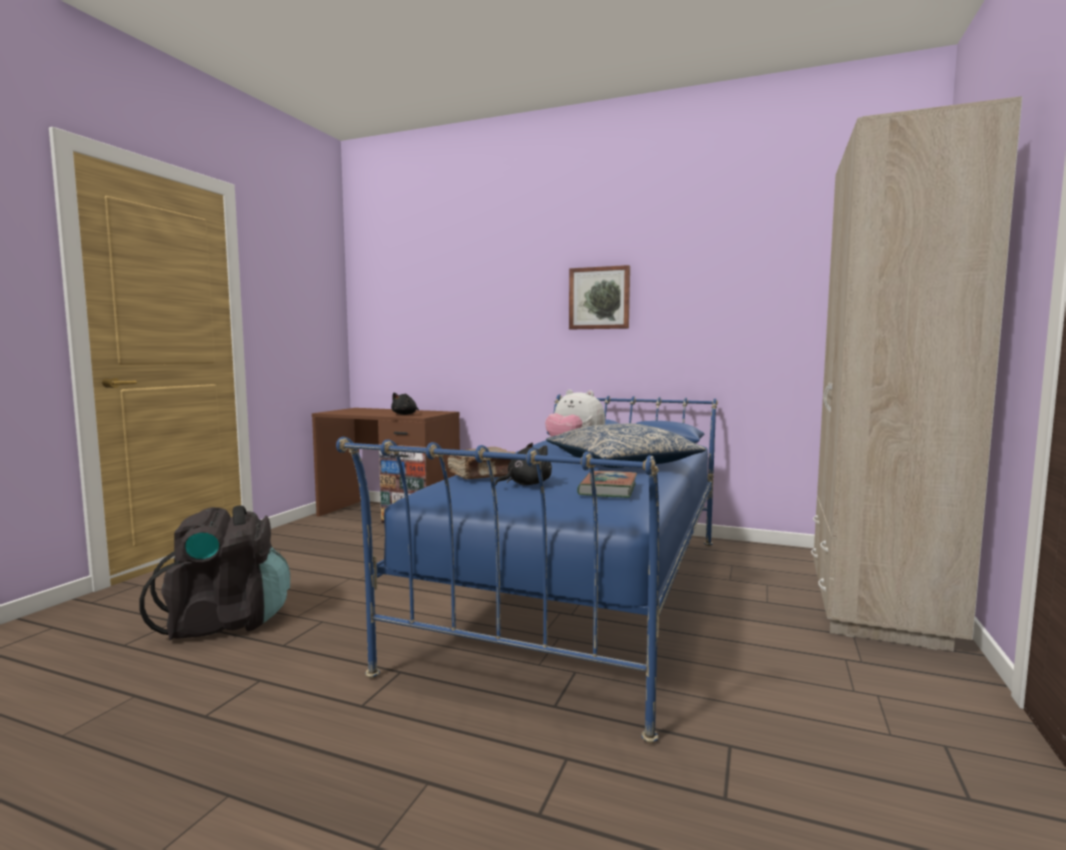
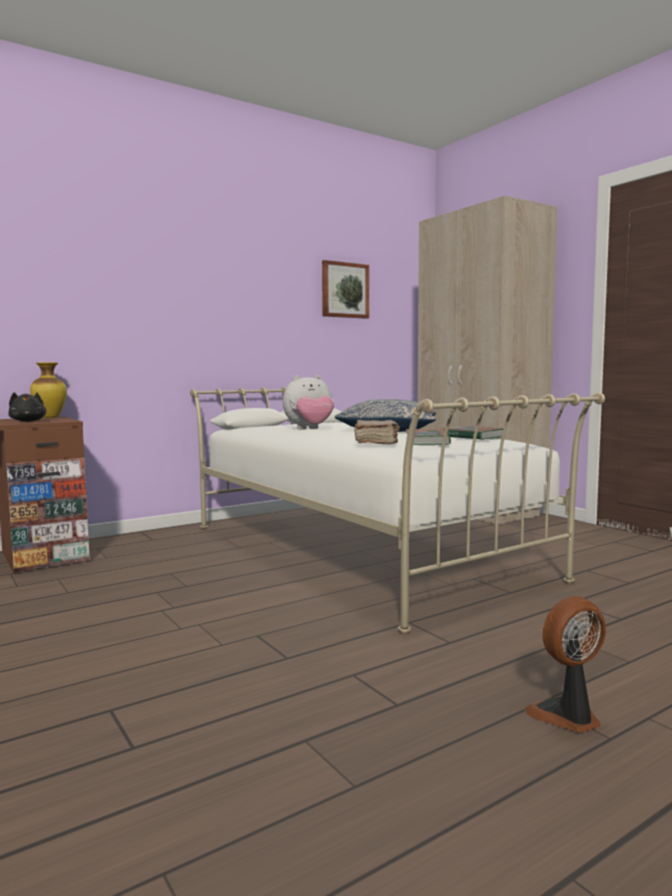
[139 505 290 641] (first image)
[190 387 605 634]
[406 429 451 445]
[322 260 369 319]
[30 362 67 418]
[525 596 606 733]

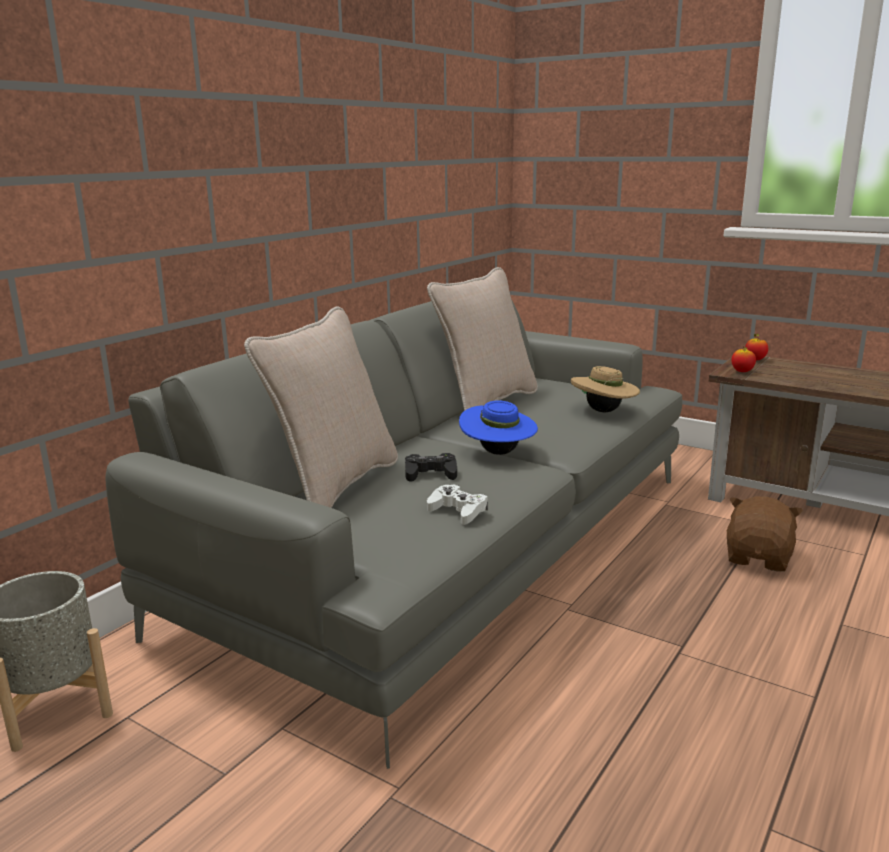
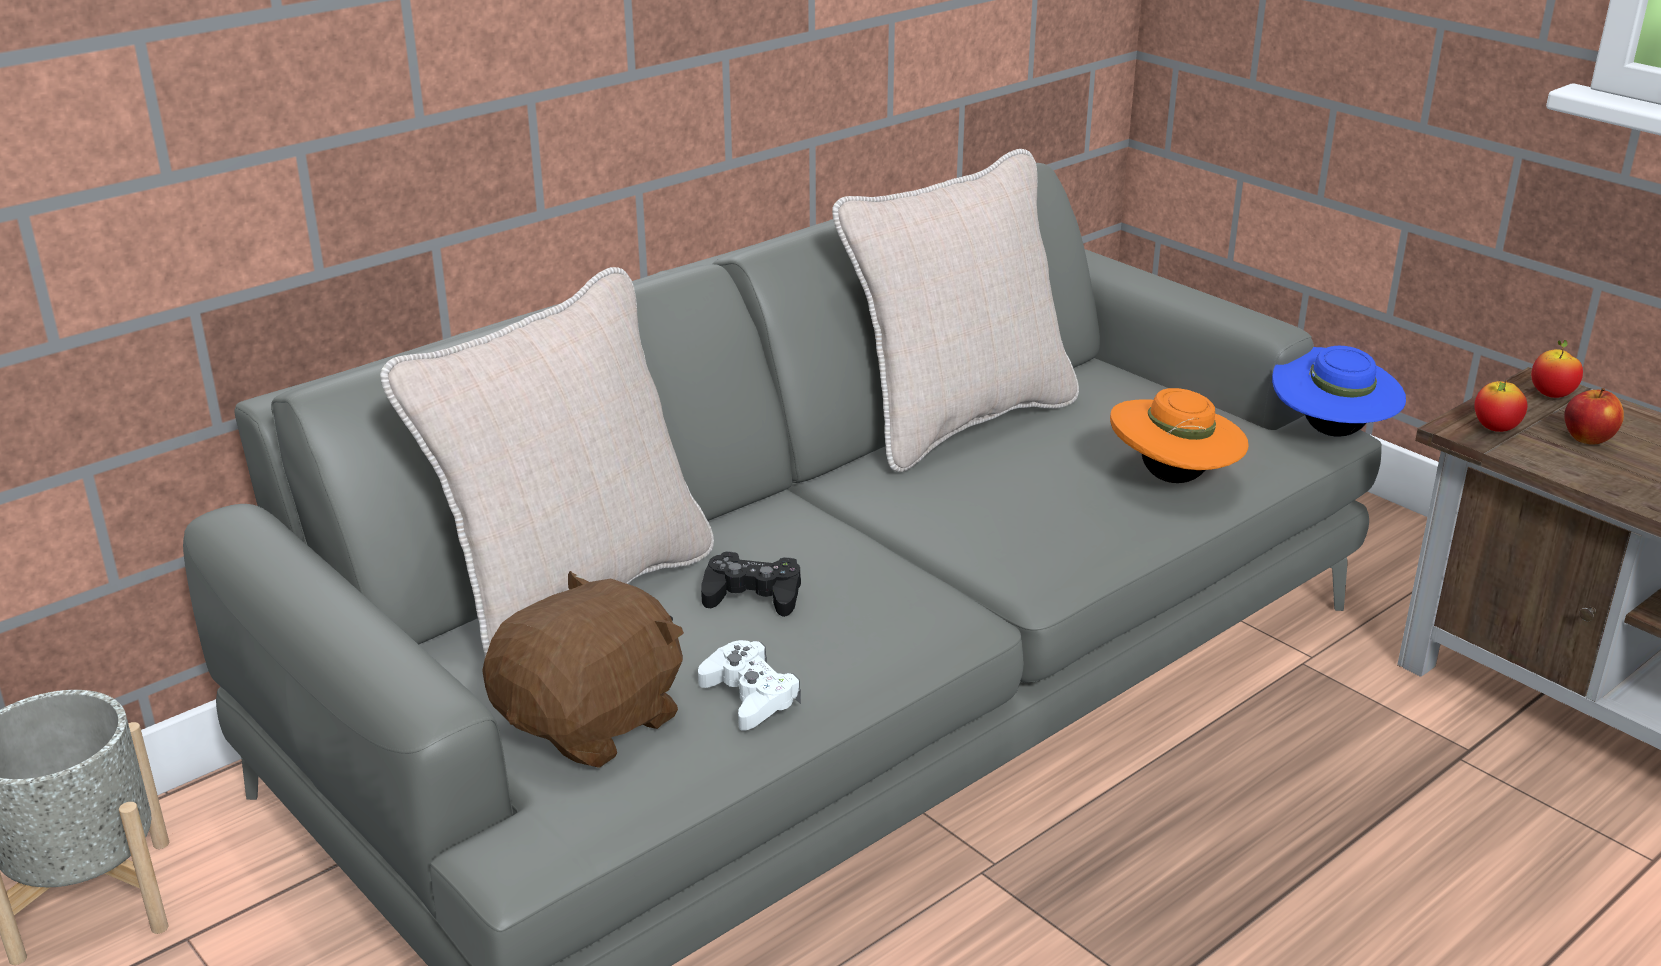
[1272 346 1406 437]
[1110 388 1249 483]
[482 571 684 768]
[1564 388 1624 445]

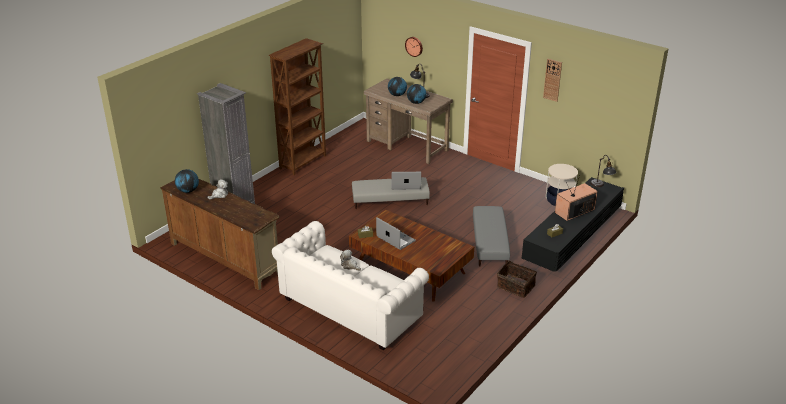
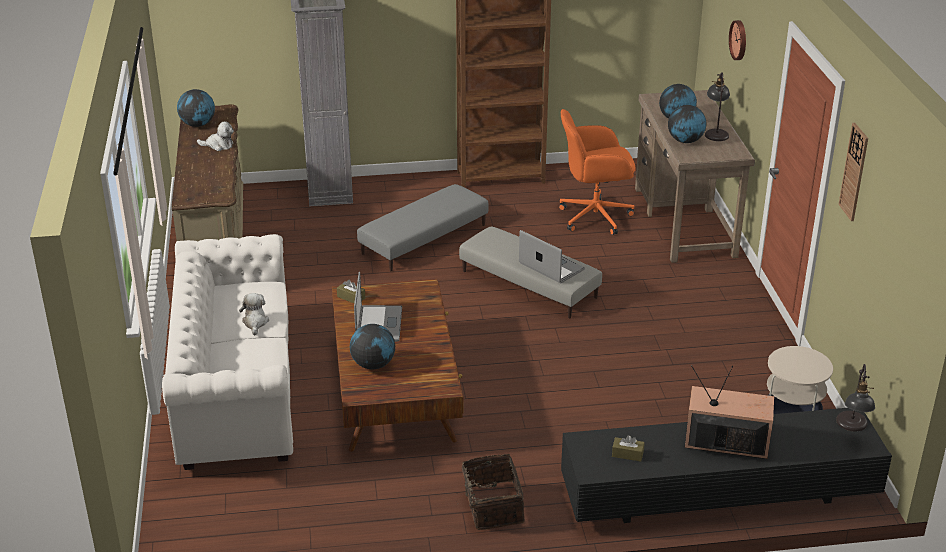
[357 184 489 271]
[350 324 395 369]
[559 109 636 235]

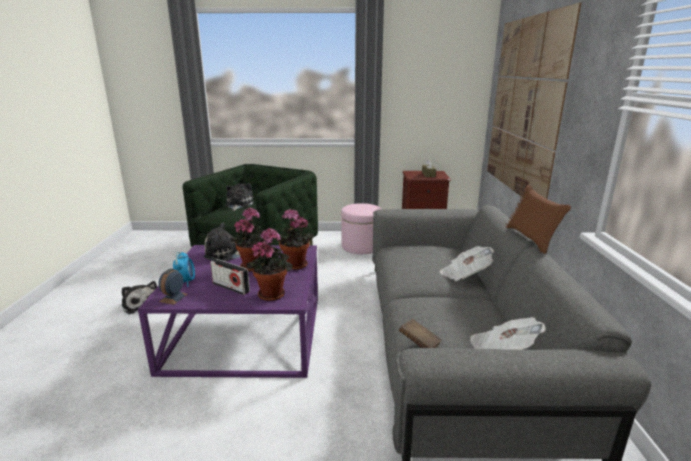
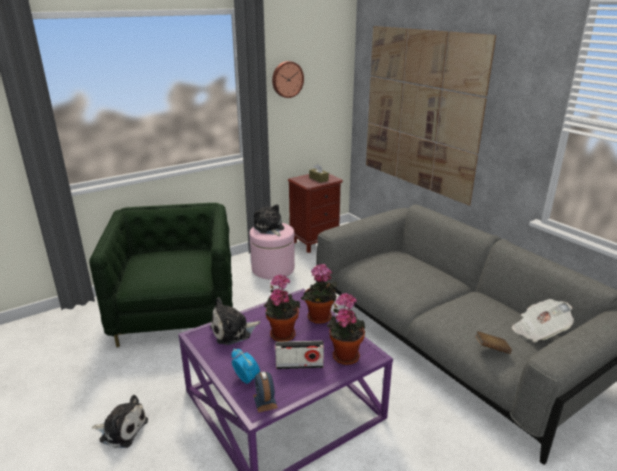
[254 204 284 236]
[440 246 494 281] (first image)
[505 185 571 254] (first image)
[272 61 304 98]

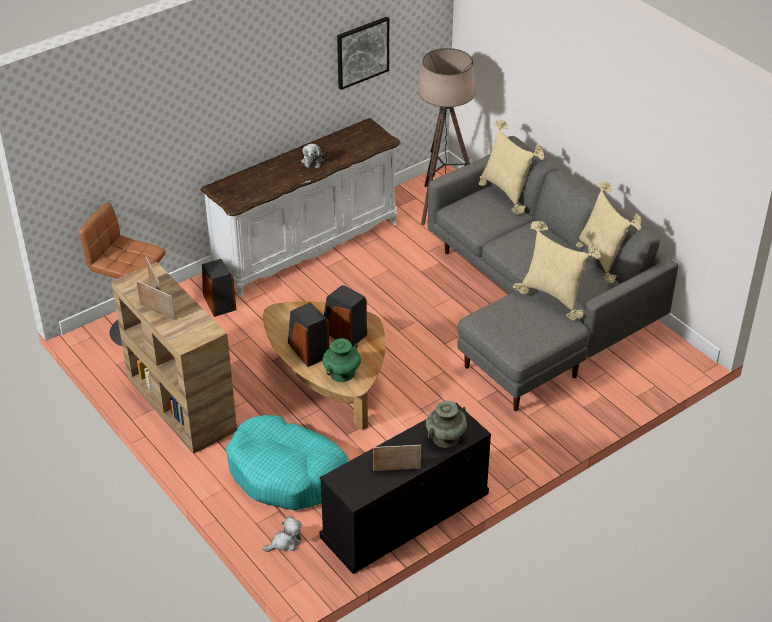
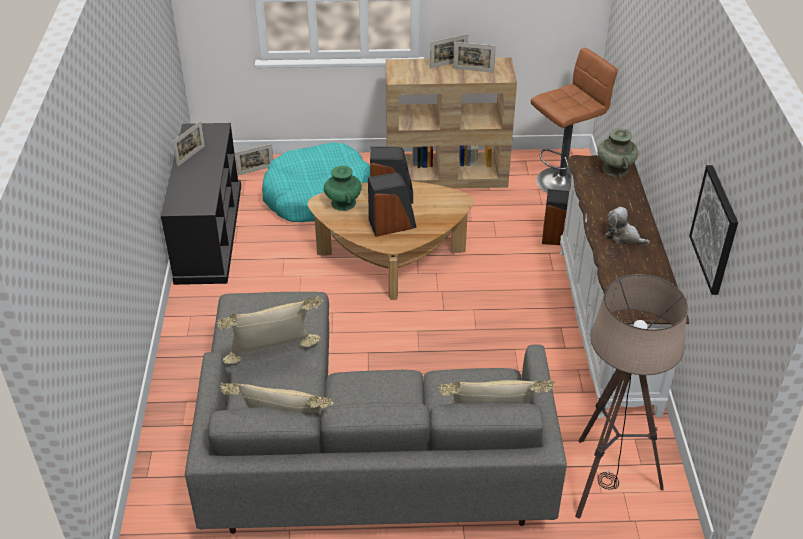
[235 144 273 175]
[597 128 638 177]

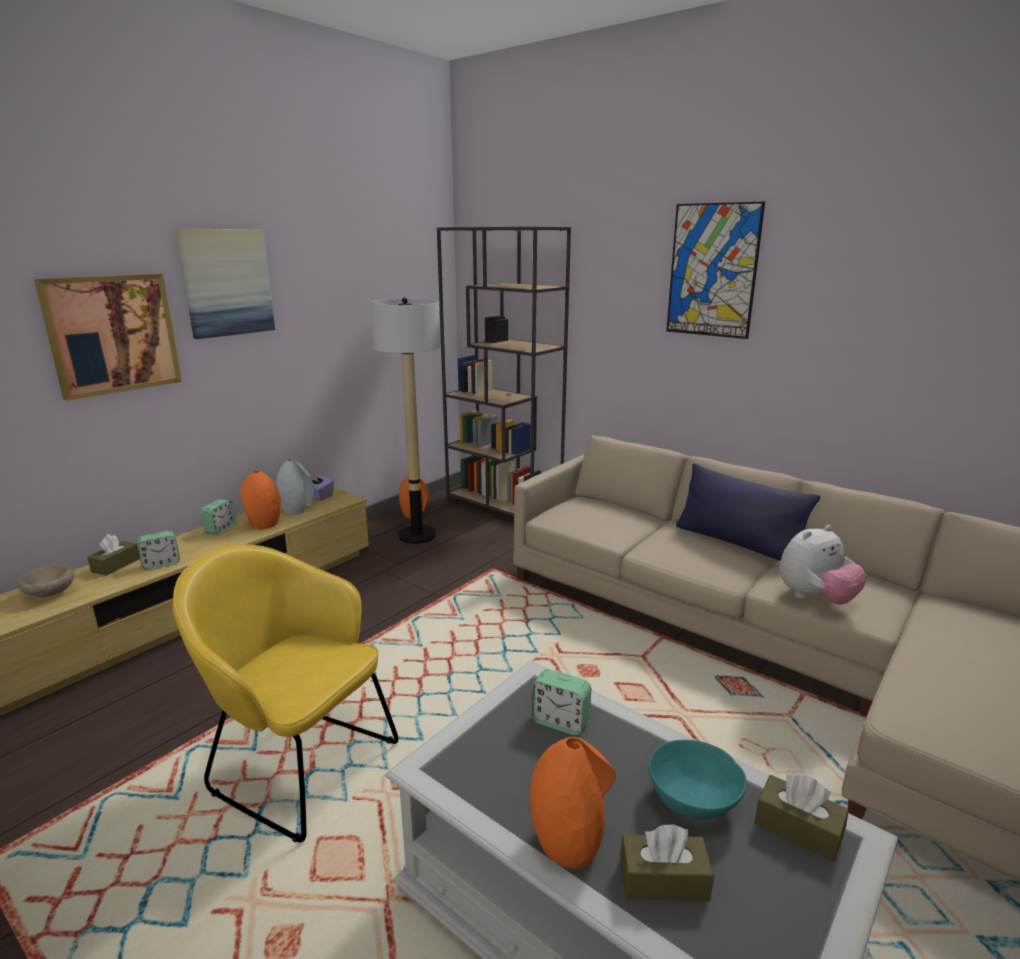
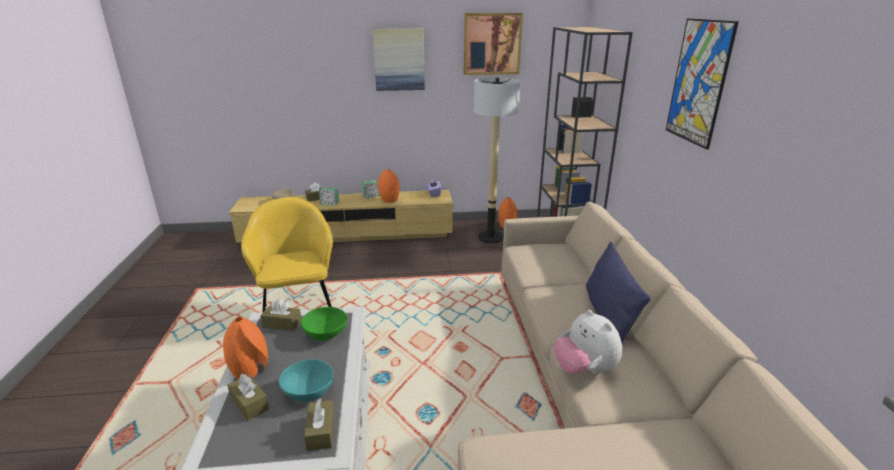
[464 13 523 75]
[276 459 314 515] (first image)
[301 307 347 341]
[554 310 622 374]
[260 299 302 331]

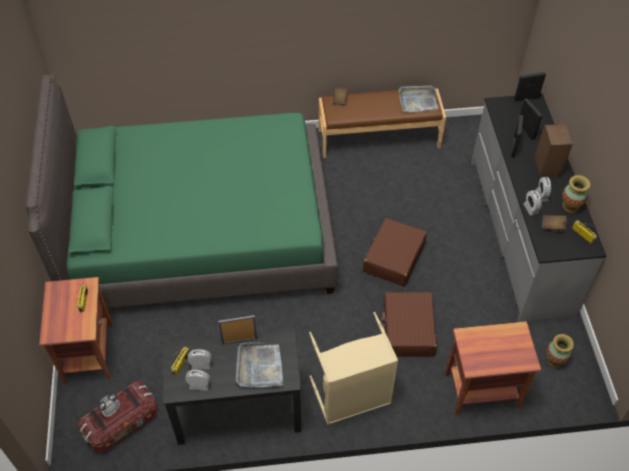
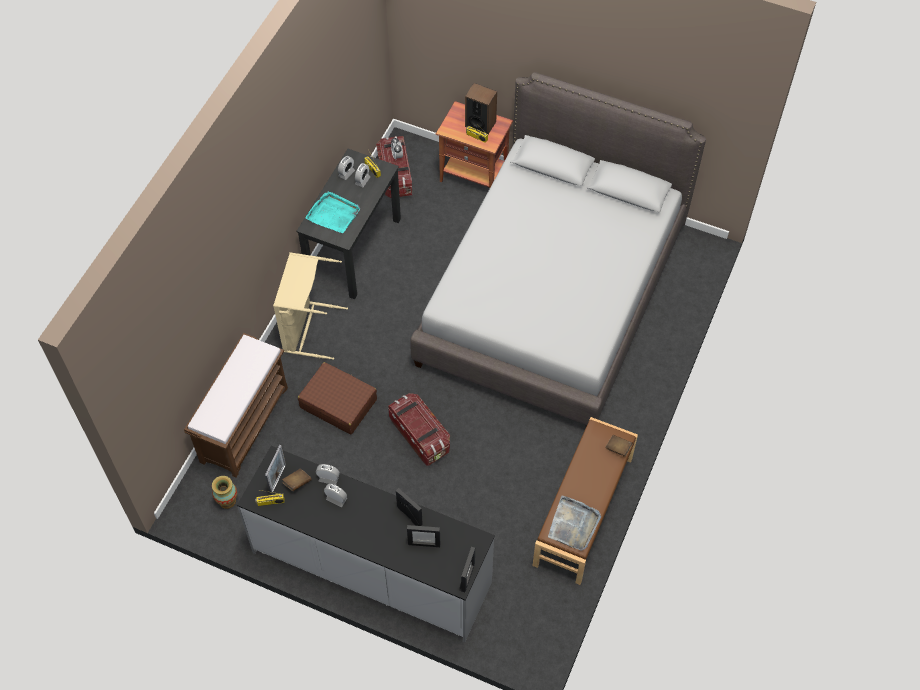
[410 72 706 426]
[265 445 286 495]
[306 191 360 233]
[388 393 450 466]
[184 333 288 478]
[465 83 497 134]
[562 175 590 213] (first image)

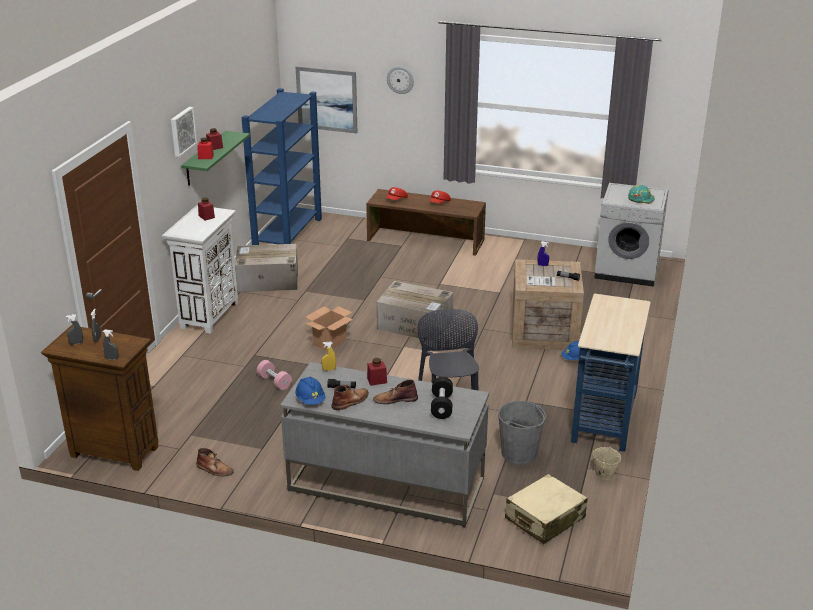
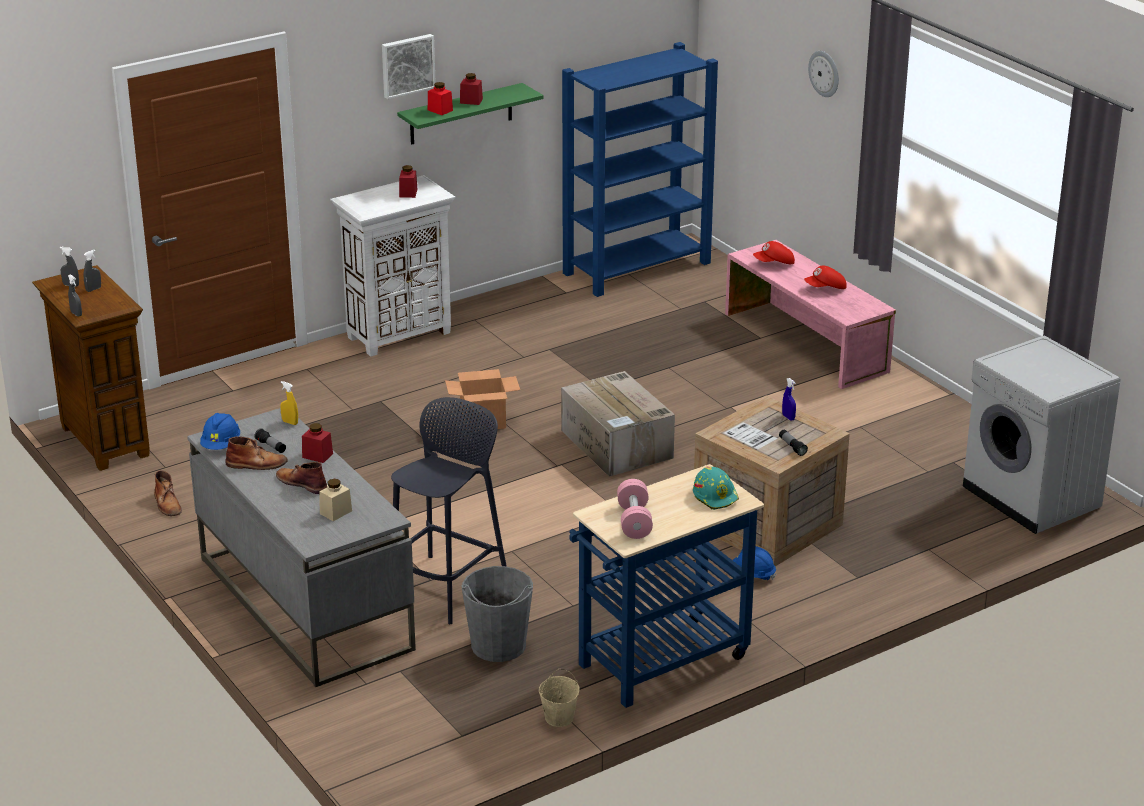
[235 244 298 292] (first image)
[617 479 653 539]
[296 66 357 133] (first image)
[725 240 896 389]
[319 479 352 521]
[505 474 588 544] (first image)
[693 466 739 510]

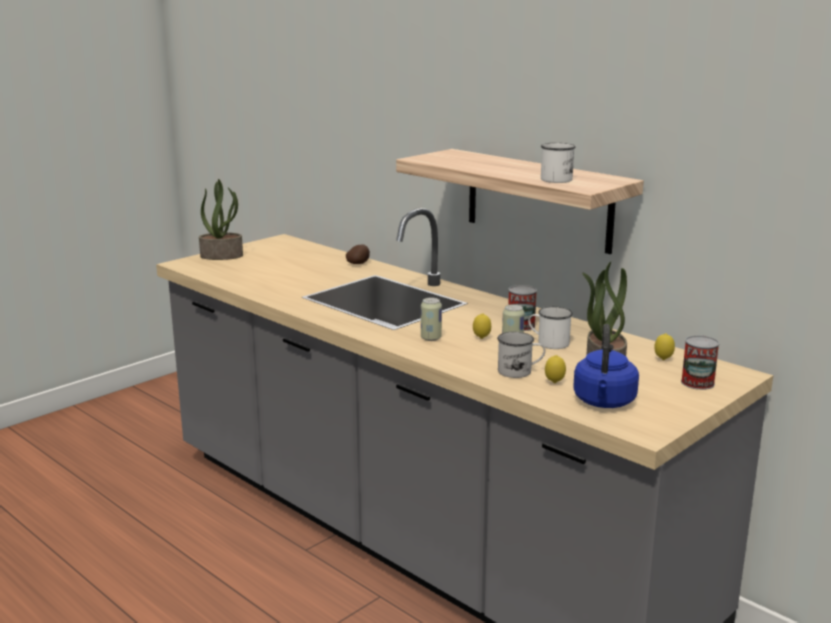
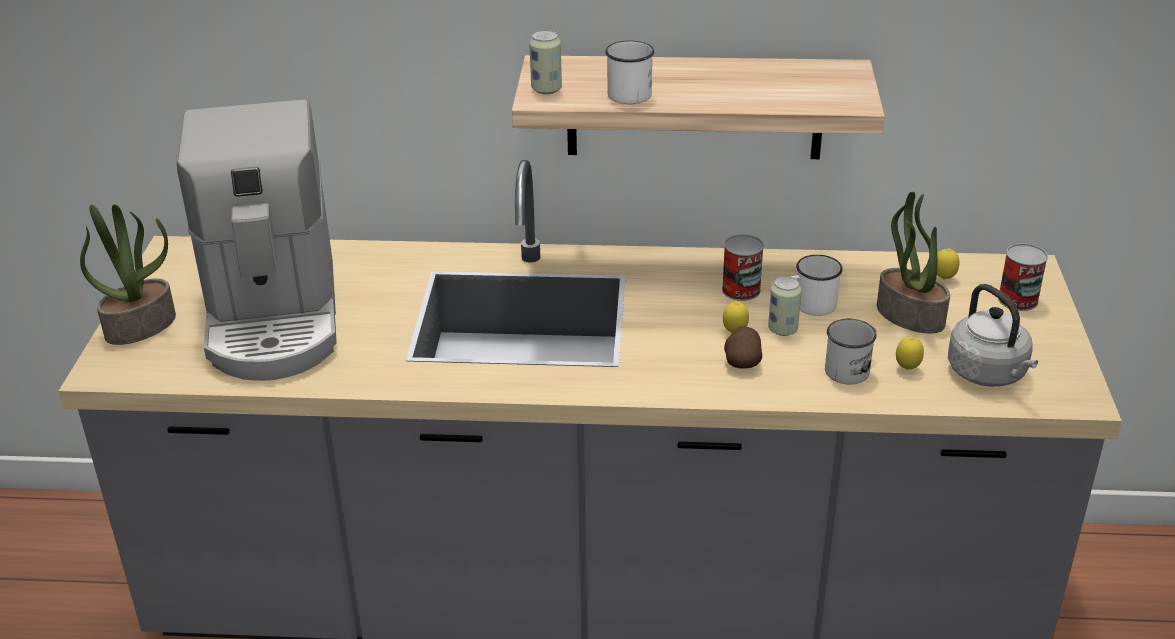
[724 326 762 369]
[529 30 562 94]
[605 40 654 104]
[948 284 1038 387]
[176 99 337 381]

